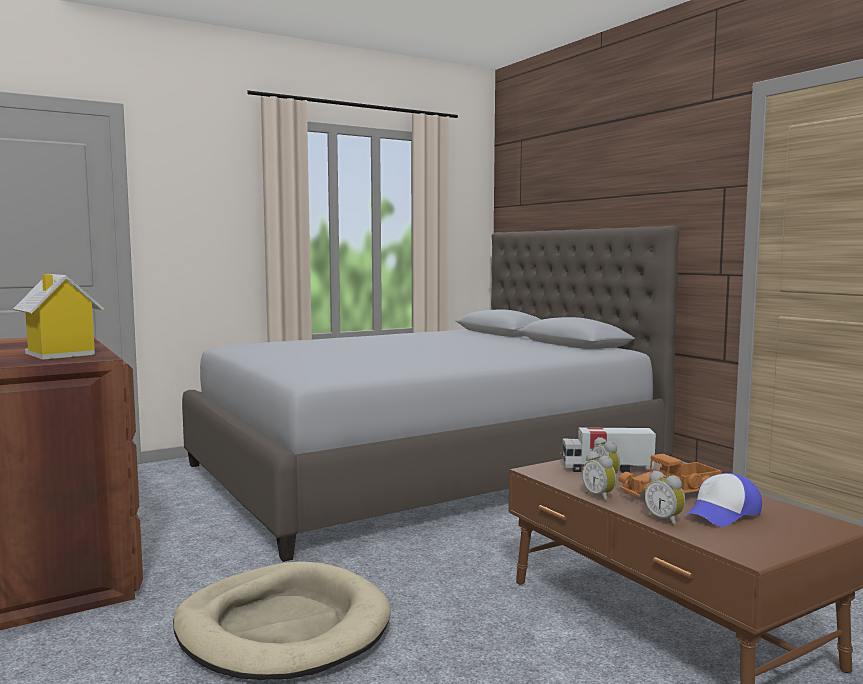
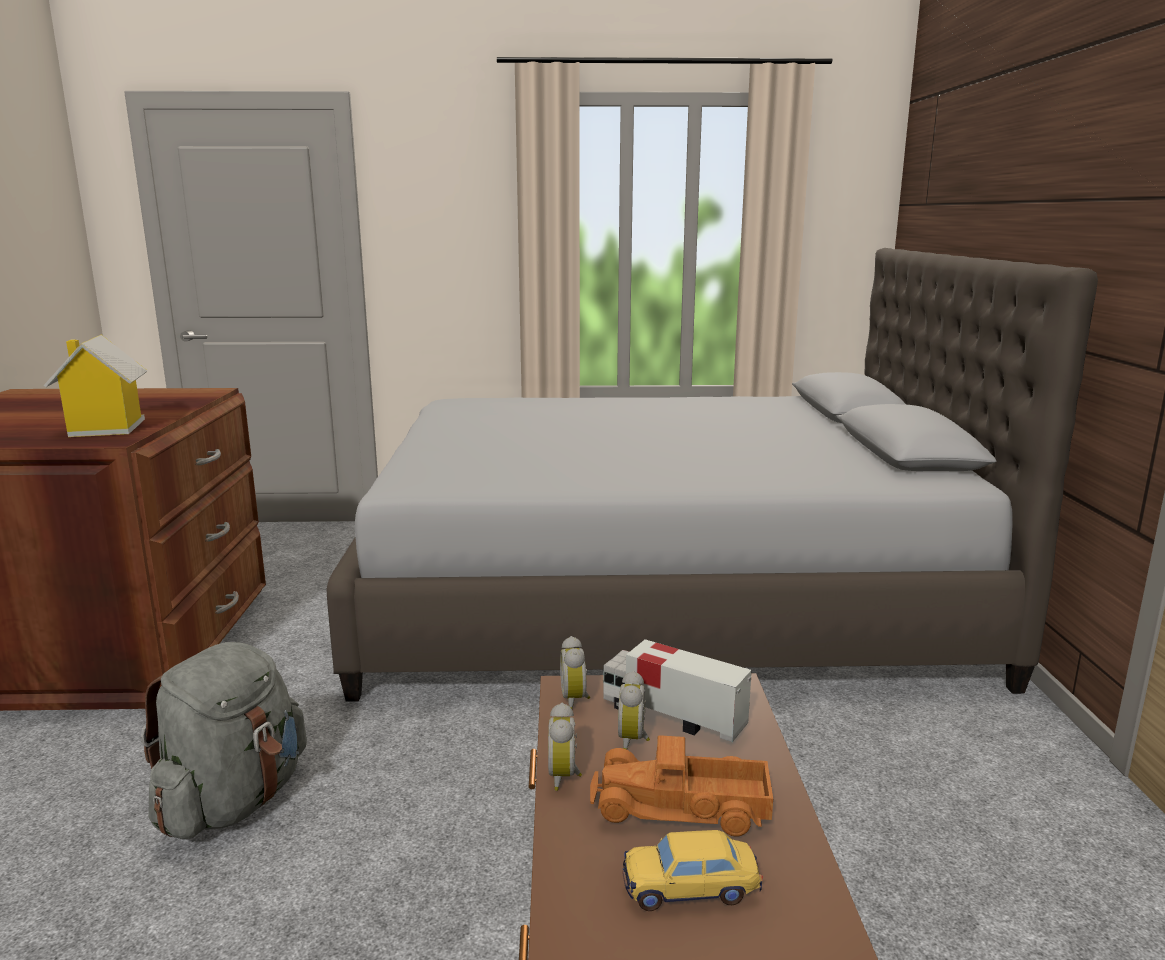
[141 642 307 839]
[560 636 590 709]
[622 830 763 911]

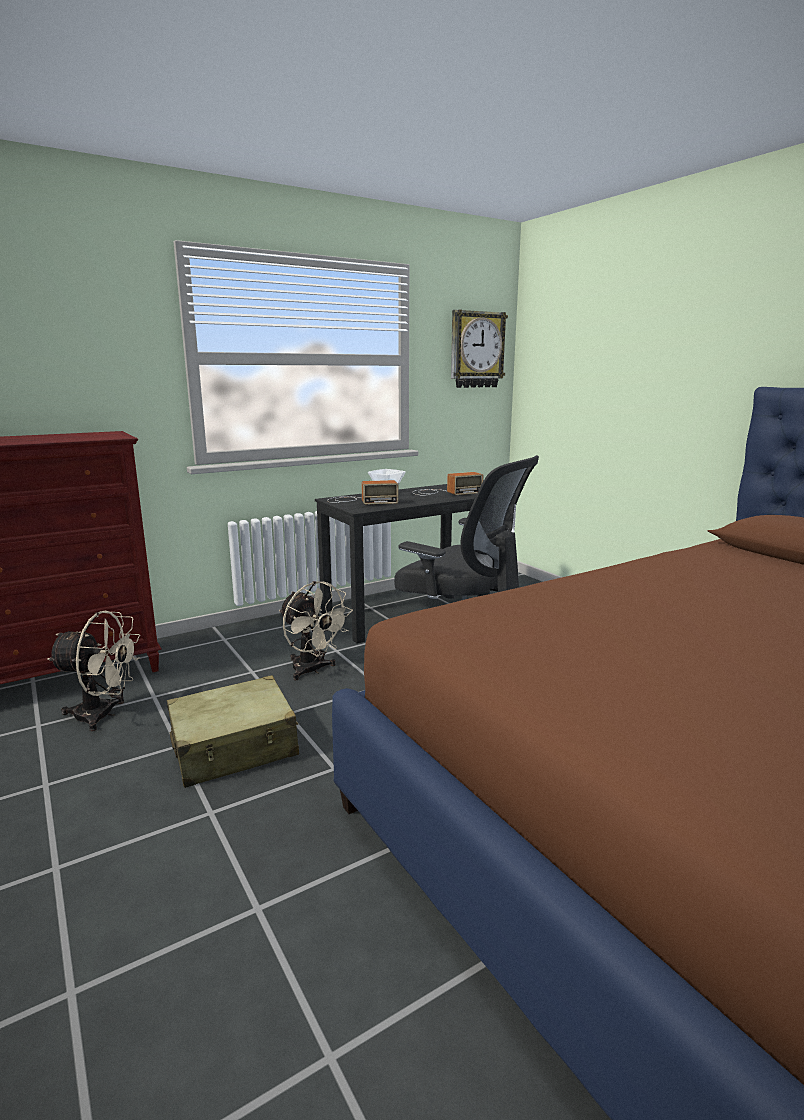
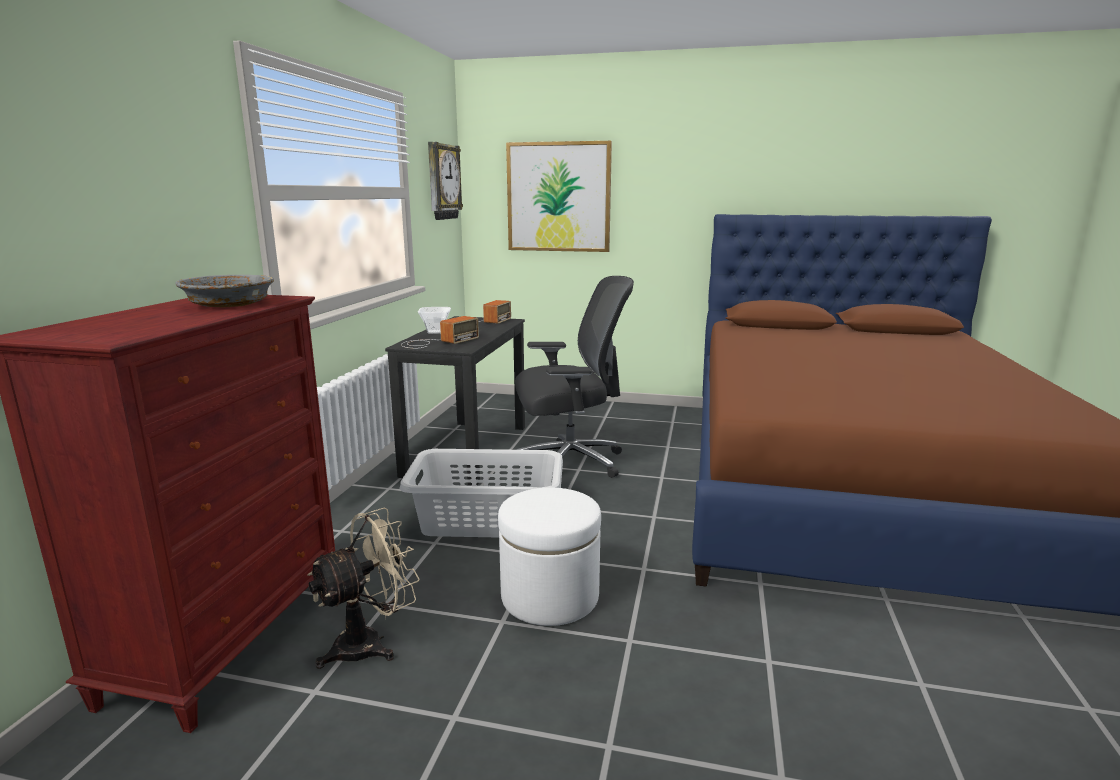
[498 488 601 626]
[400 449 563 538]
[175 275 274 307]
[506 141 612 252]

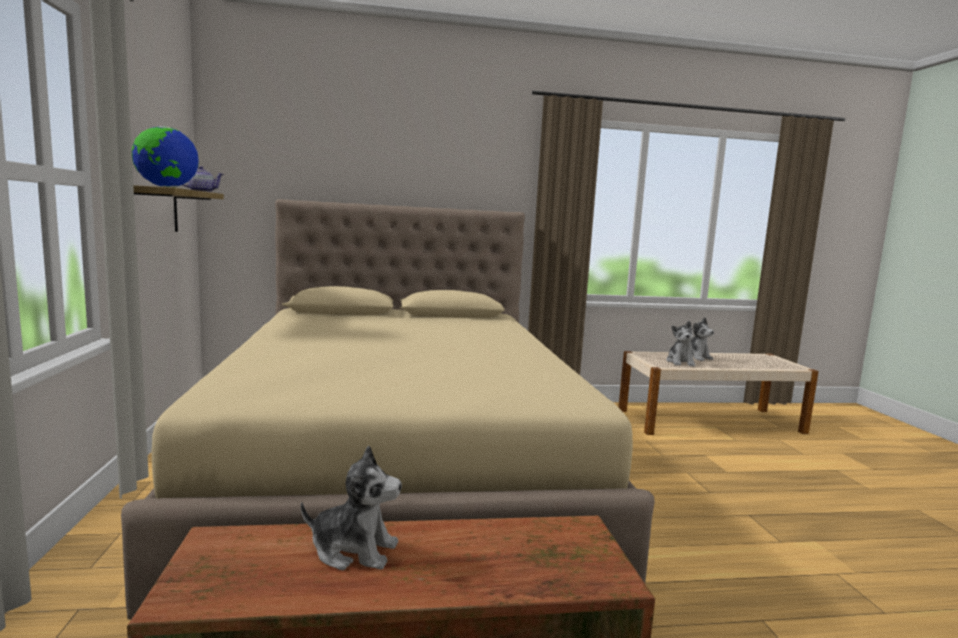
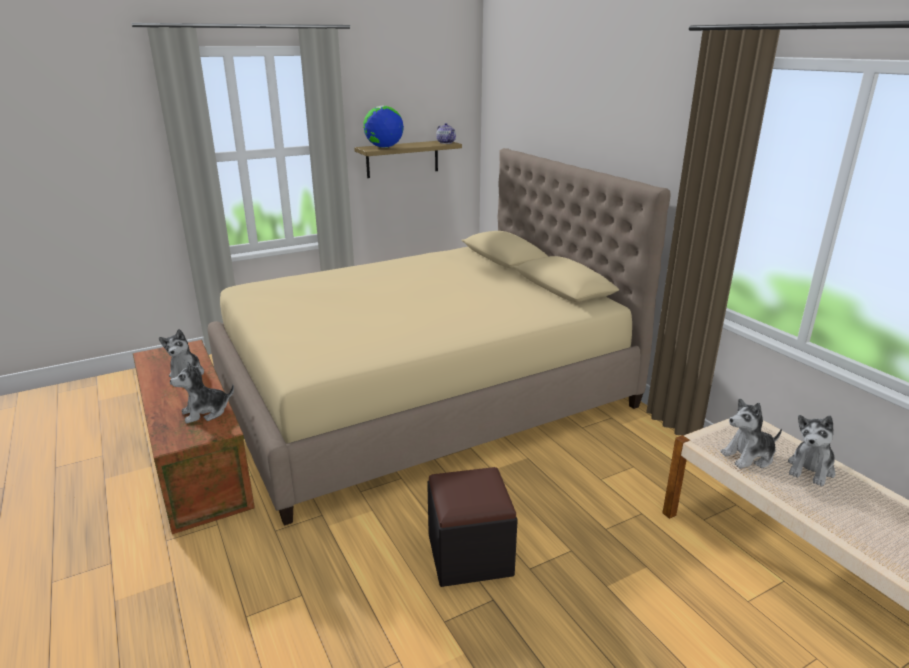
[170 361 234 424]
[427 467 518 587]

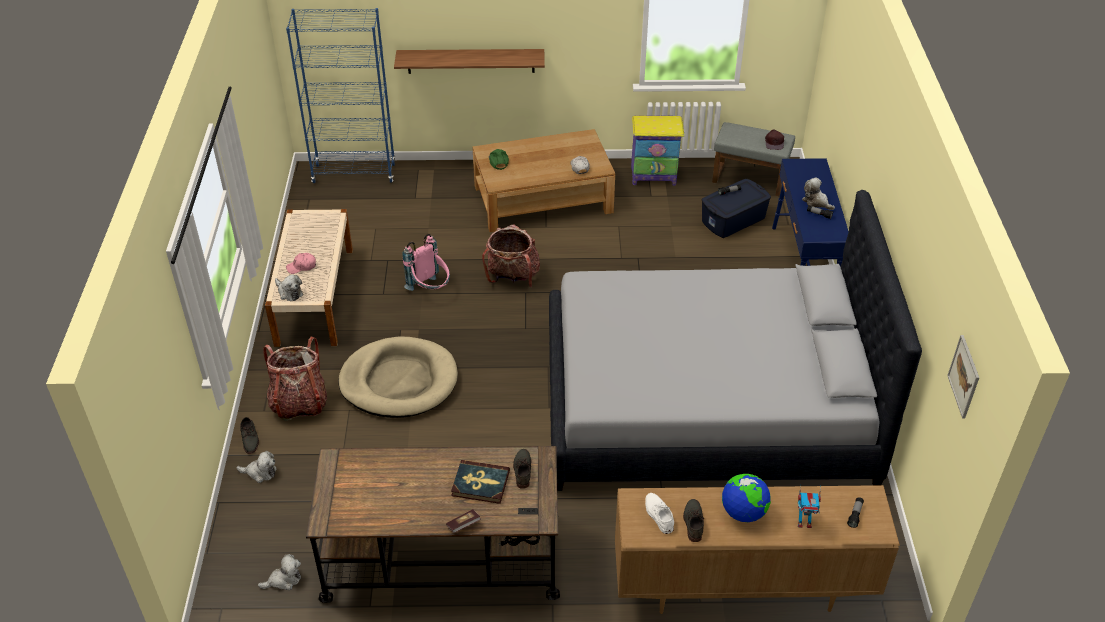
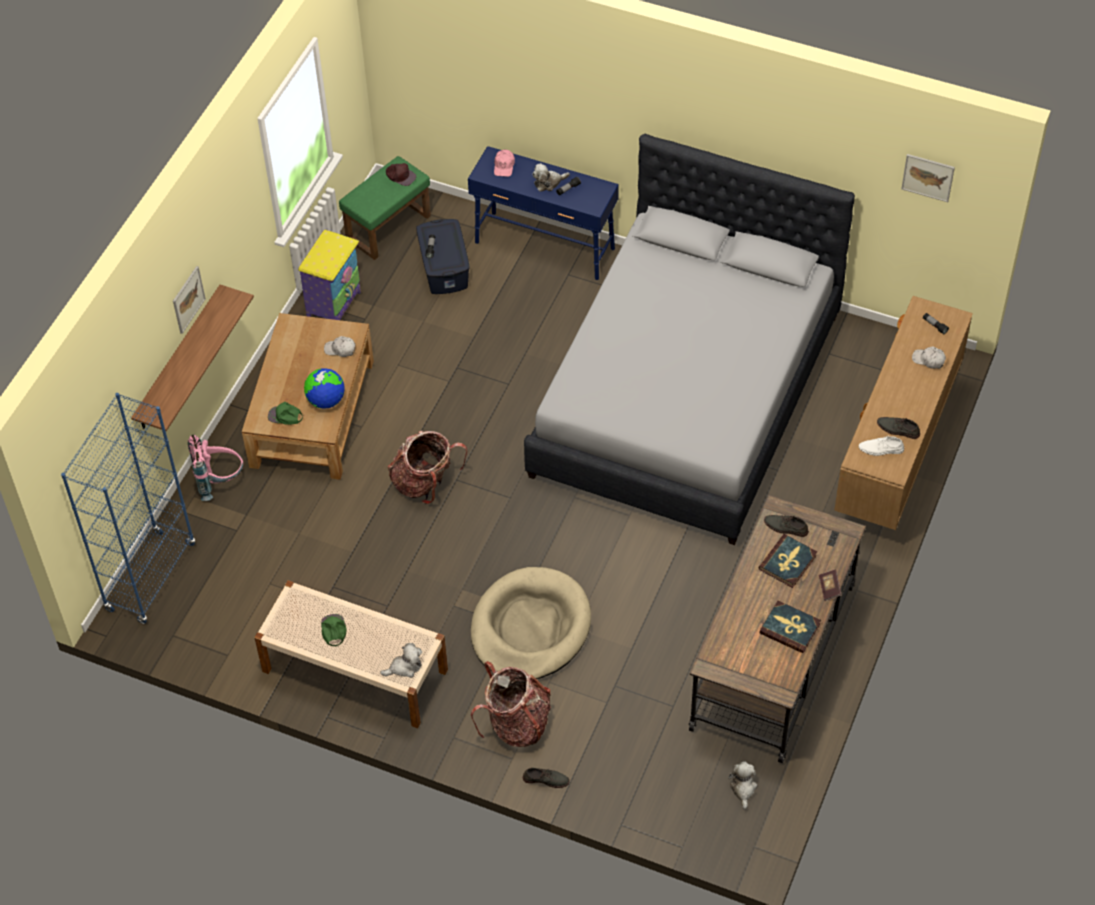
[236 451 276 483] (first image)
[494 150 515 177]
[188 435 243 501]
[339 156 431 260]
[304 368 345 409]
[912 347 946 369]
[173 266 206 334]
[321 614 347 646]
[759 601 821 653]

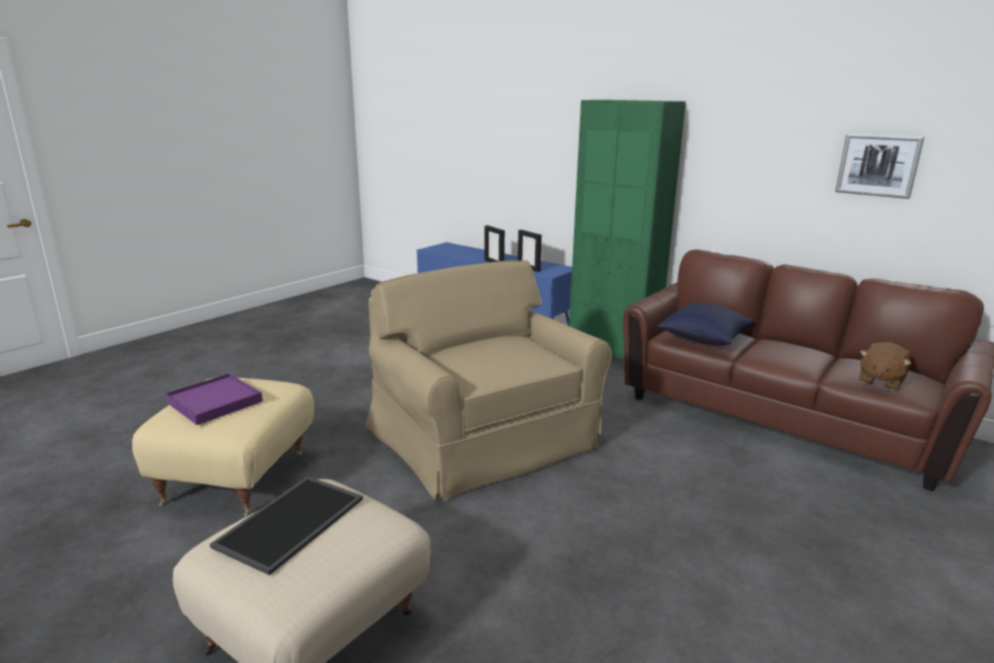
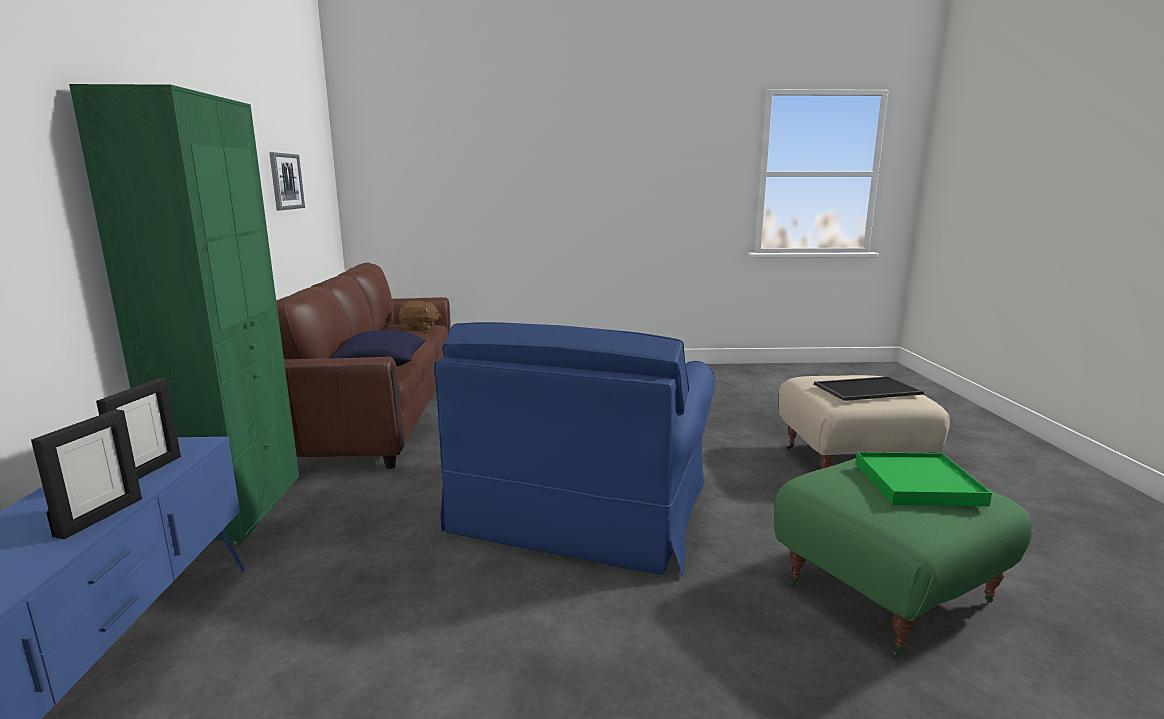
[774 458 1032 657]
[856 452 992 506]
[434 322 715 577]

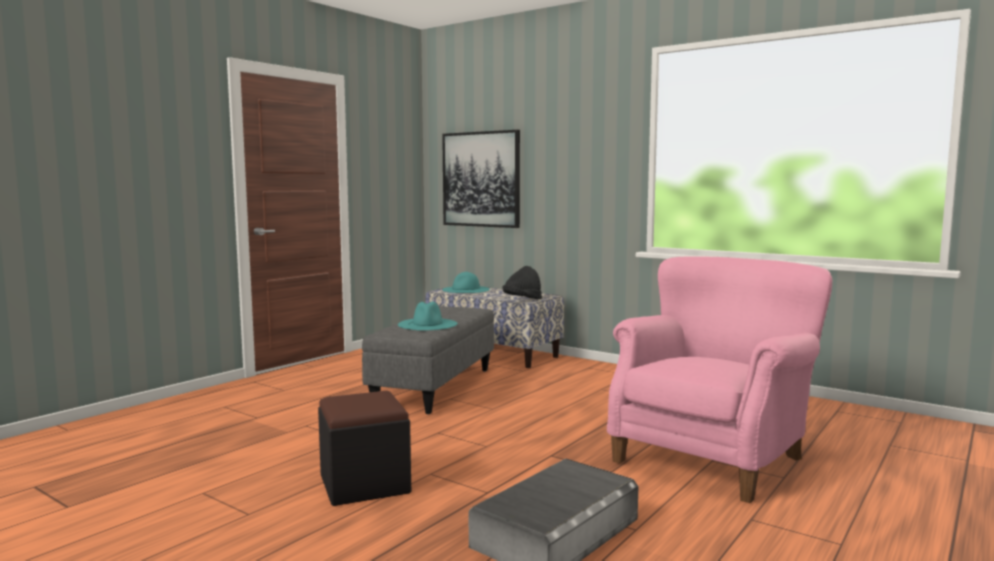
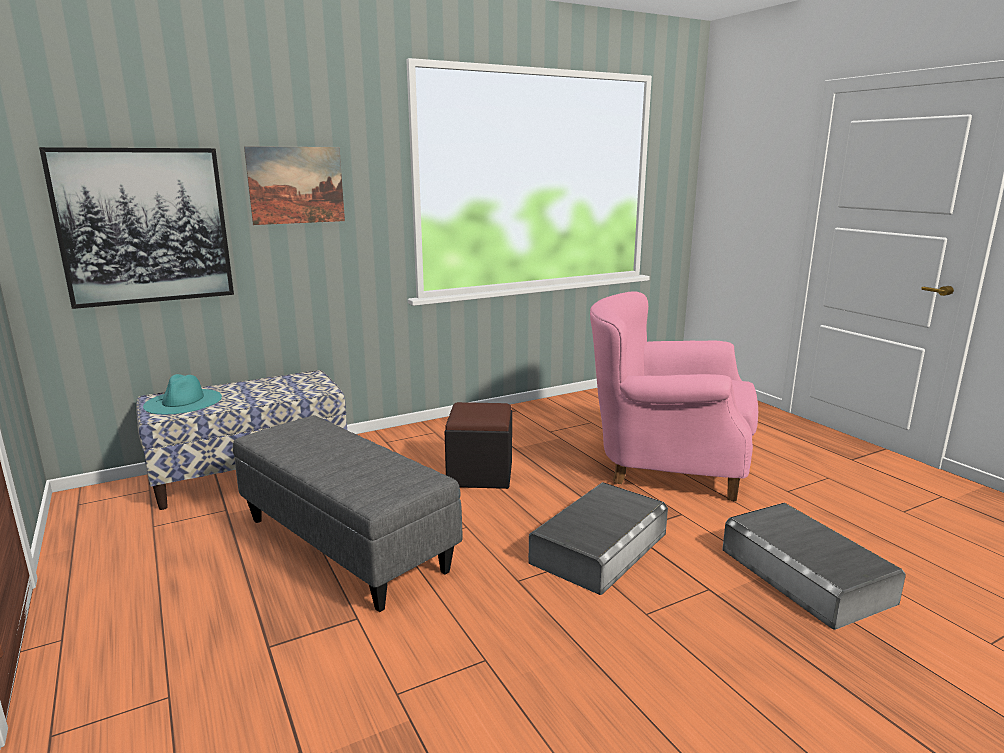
[445 402 512 489]
[398 302 458 331] (first image)
[502 266 542 299] (first image)
[590 291 758 501]
[244 146 345 225]
[529 482 668 595]

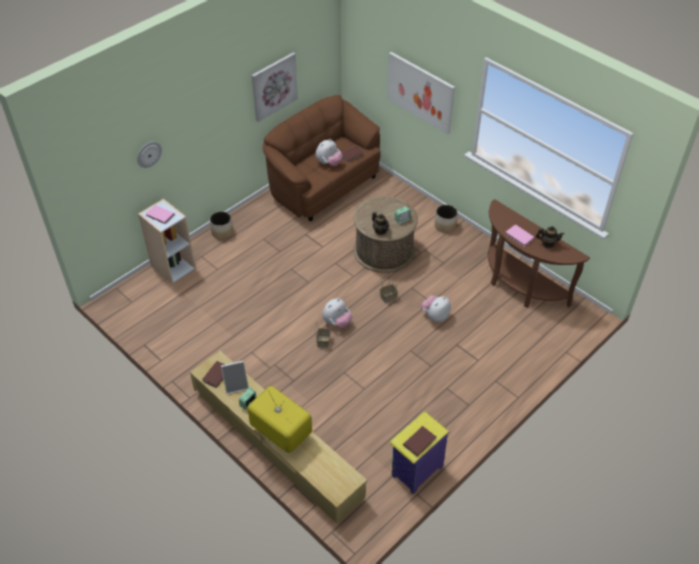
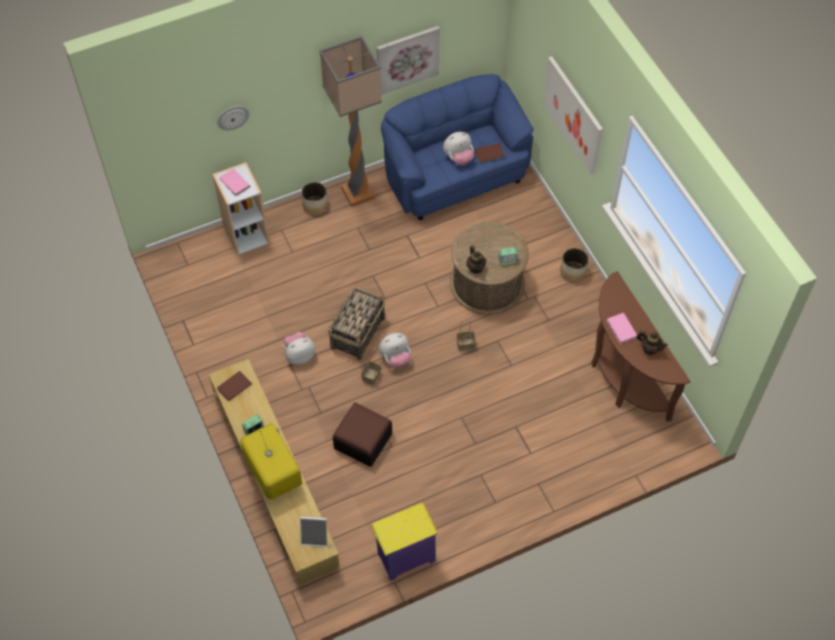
[300 516 328 547]
[381 74 534 220]
[403 426 436 457] (first image)
[283 332 315 365]
[319 36 382 207]
[328 287 385 361]
[333 403 392 467]

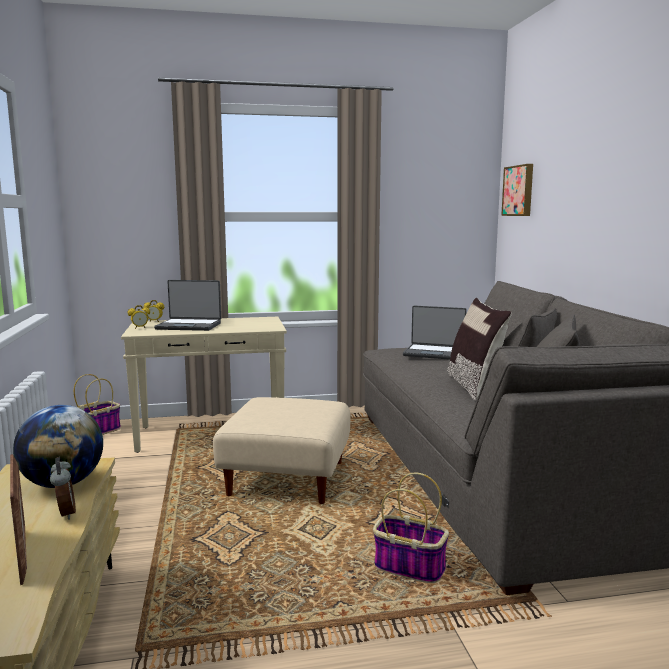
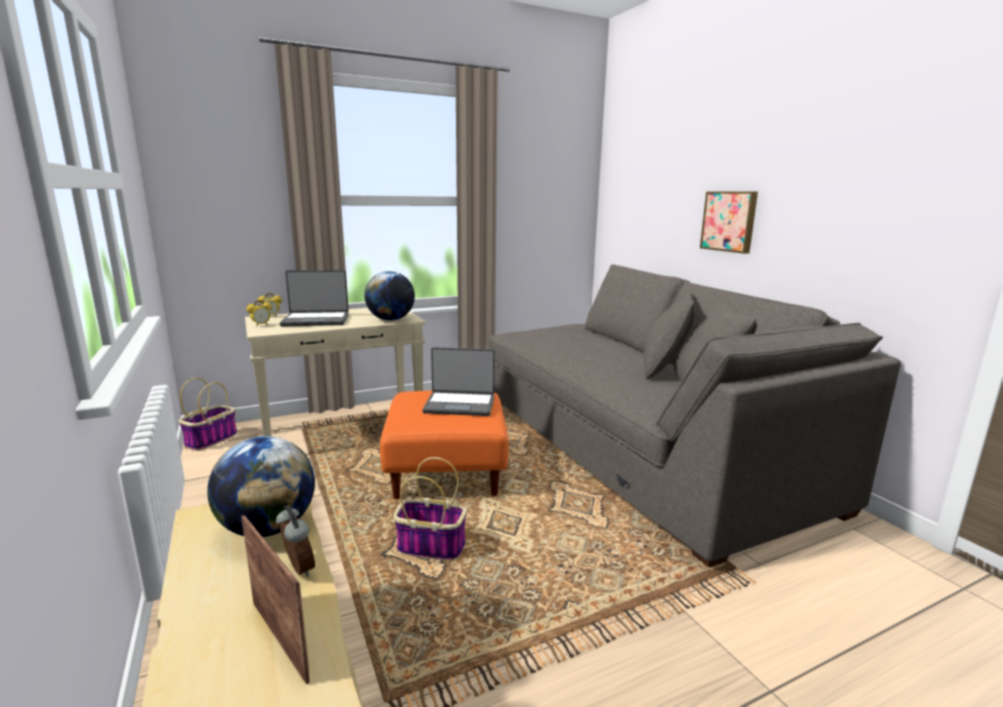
[380 391 509 499]
[394 457 467 560]
[422 347 495 416]
[447 298 512 400] (first image)
[700 191 758 254]
[365 271 415 321]

